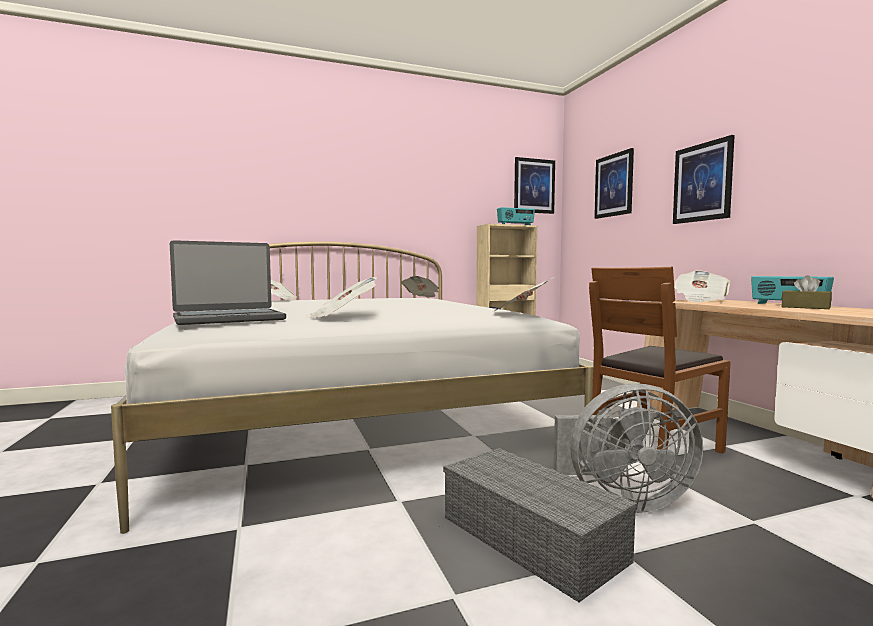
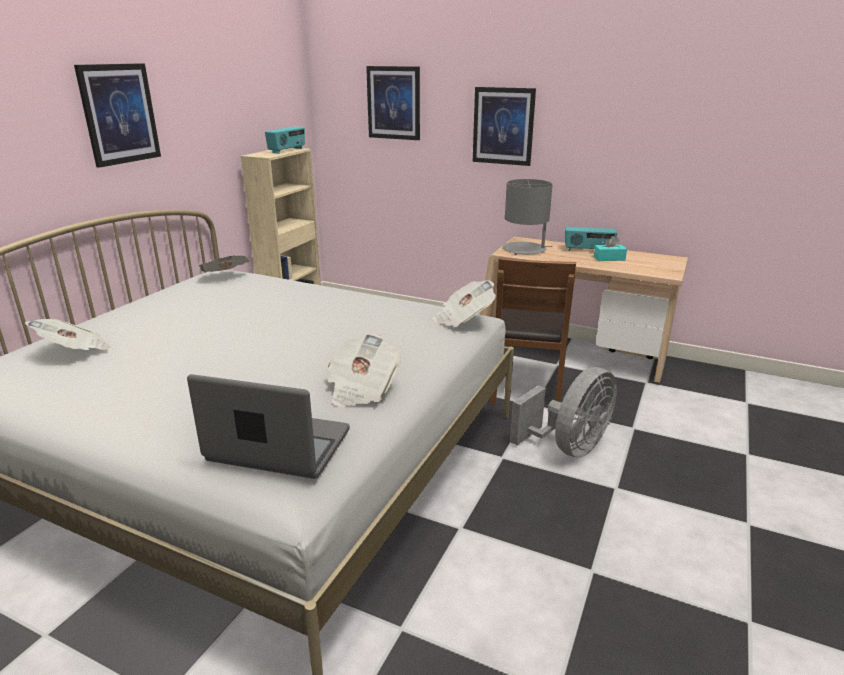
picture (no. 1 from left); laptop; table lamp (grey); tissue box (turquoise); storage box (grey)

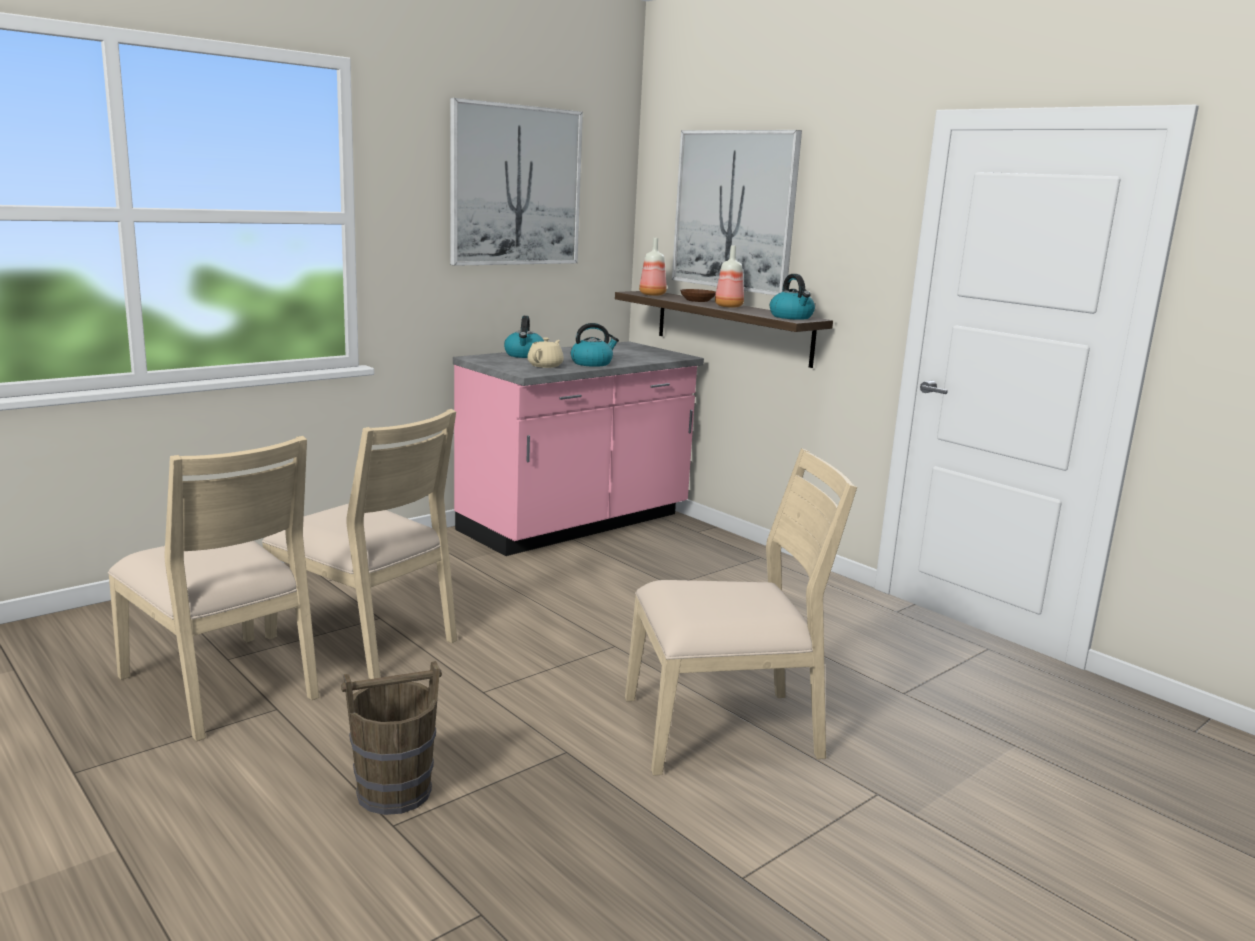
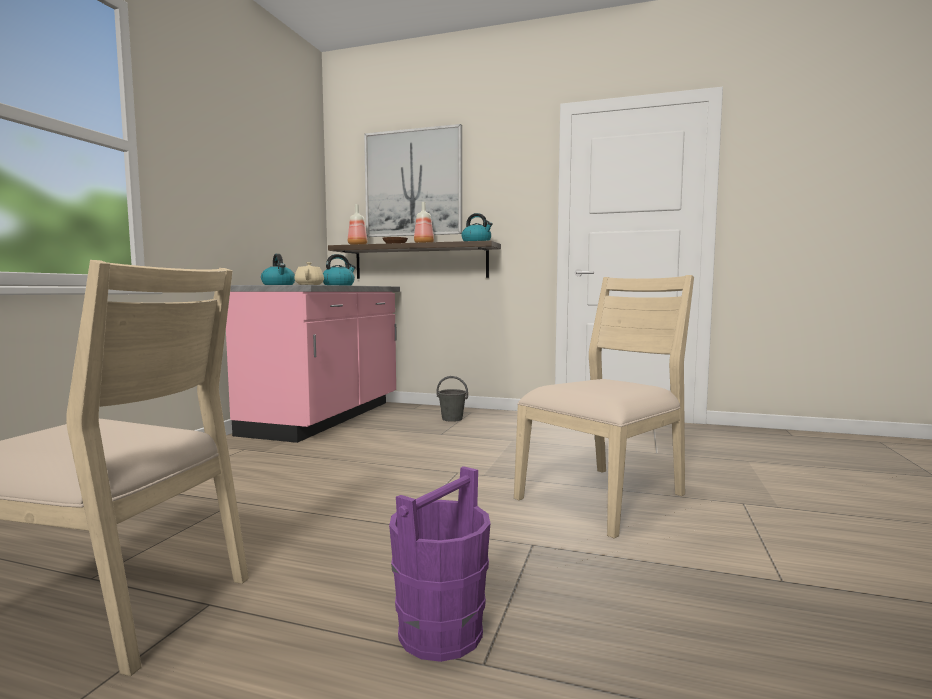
picture (no. 1 from left in the first image); chair (beige) (no. 2 from left in the first image); bucket (purple); bucket (grey)

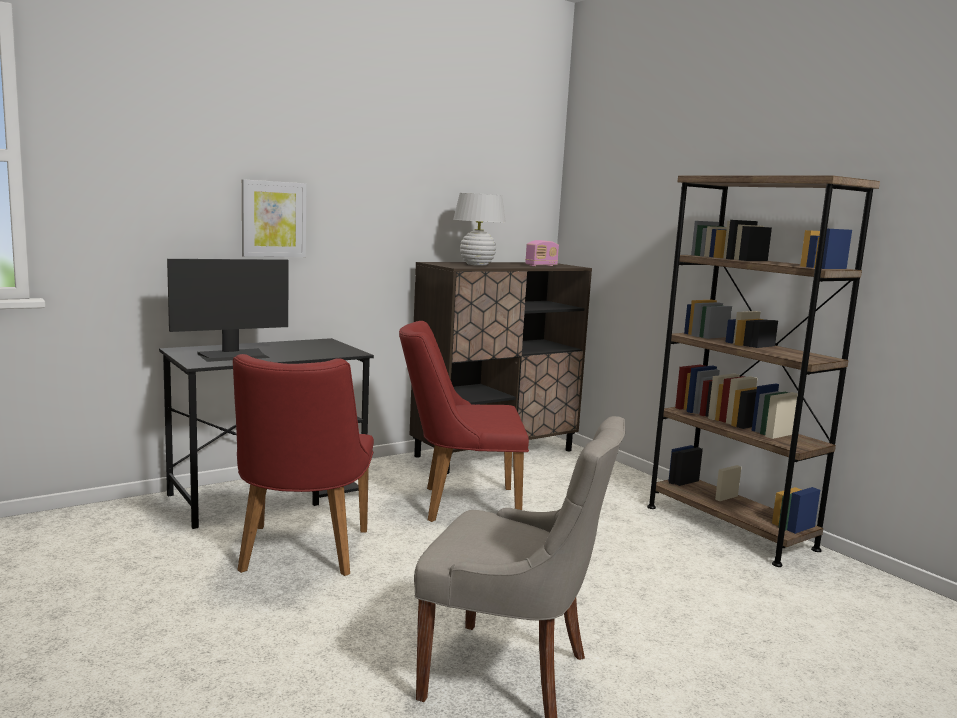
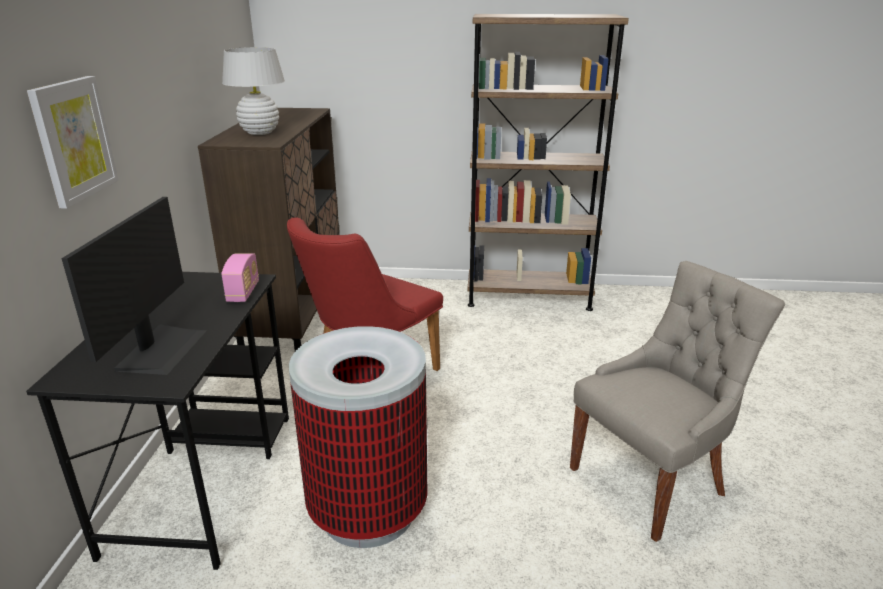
radio; trash can

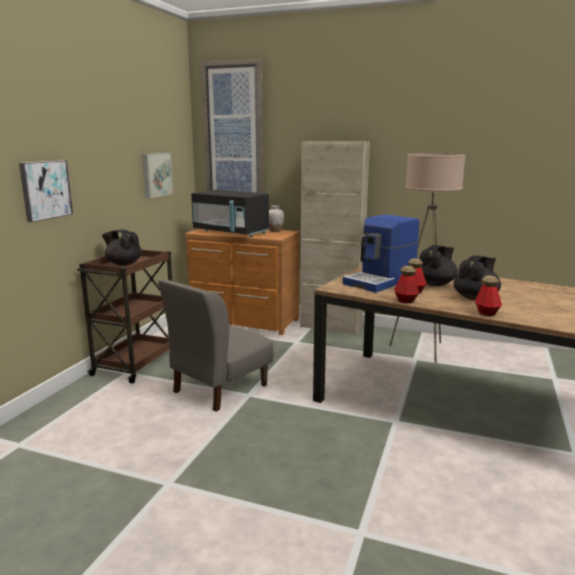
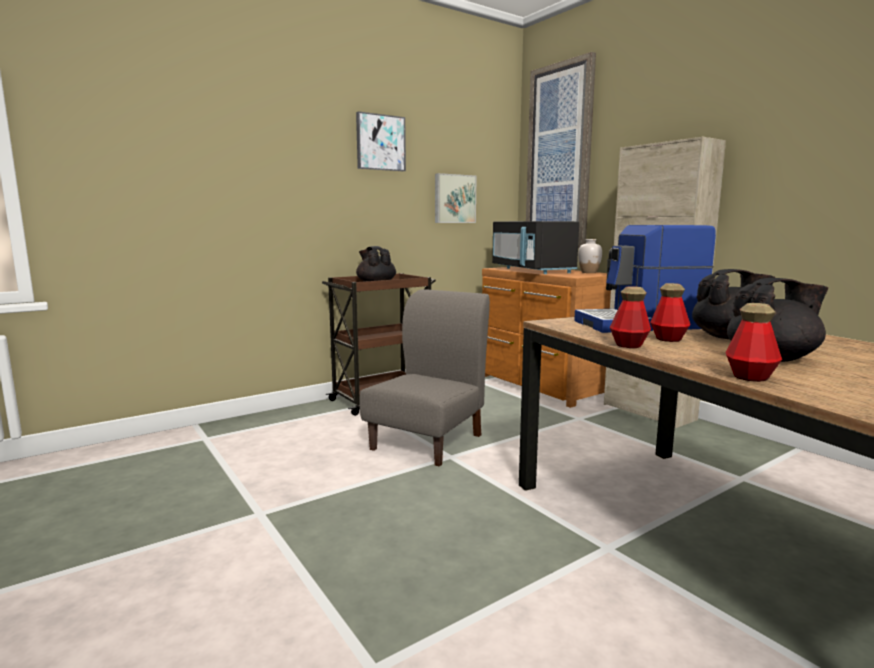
floor lamp (beige); picture (no. 1 from left); chair (grey)

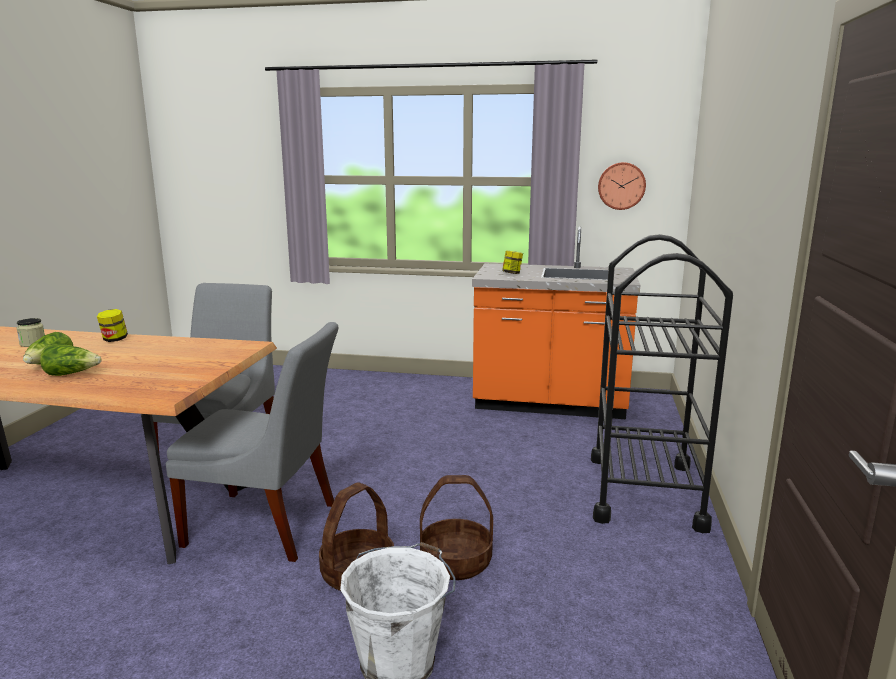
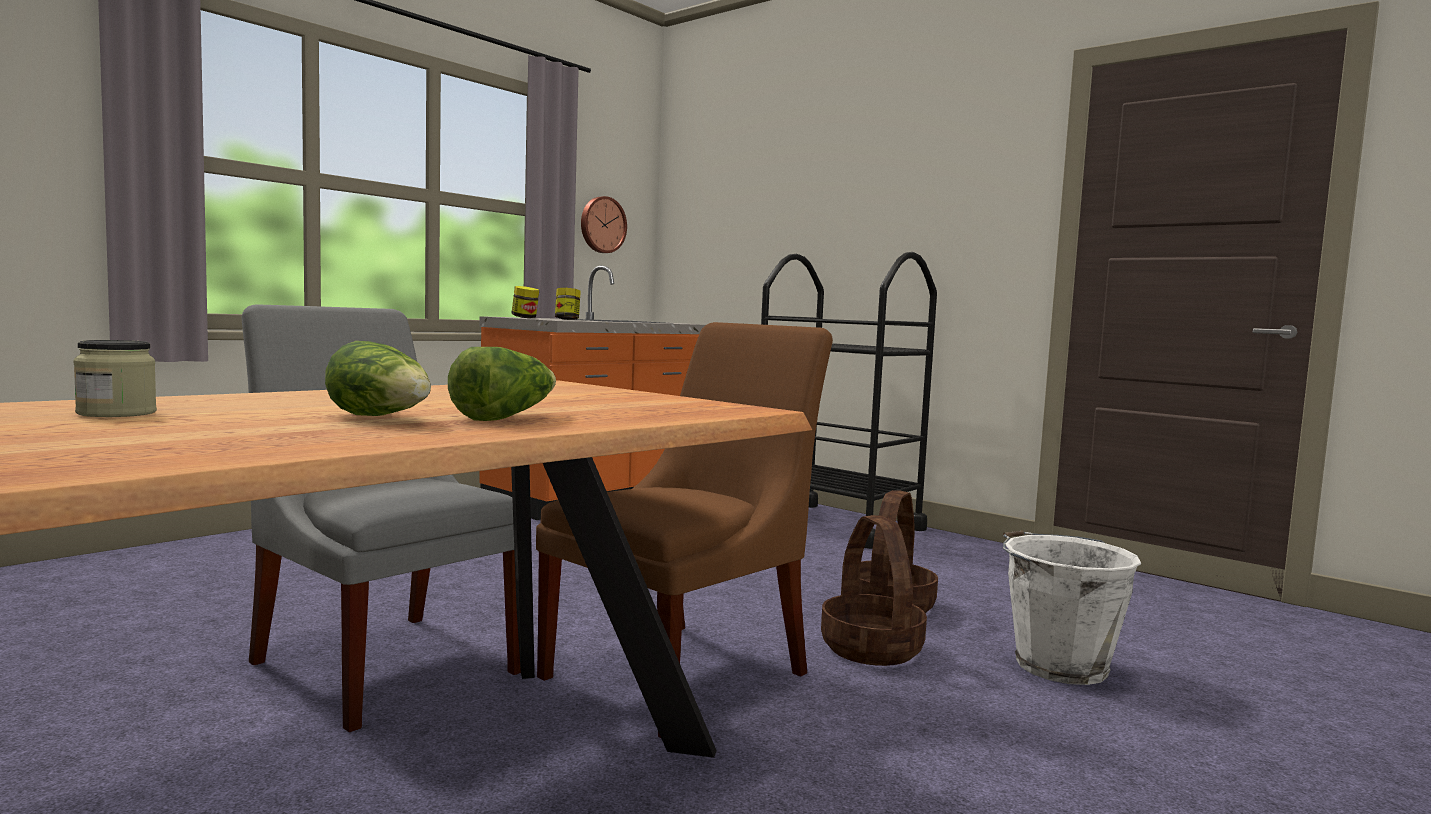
jar (no. 2 from left); chair (brown)

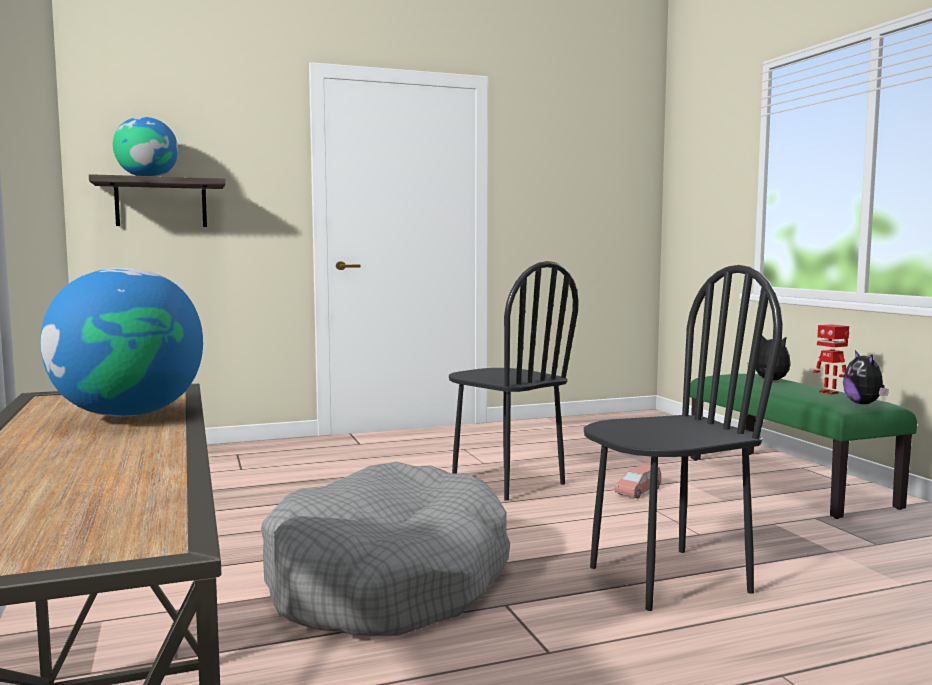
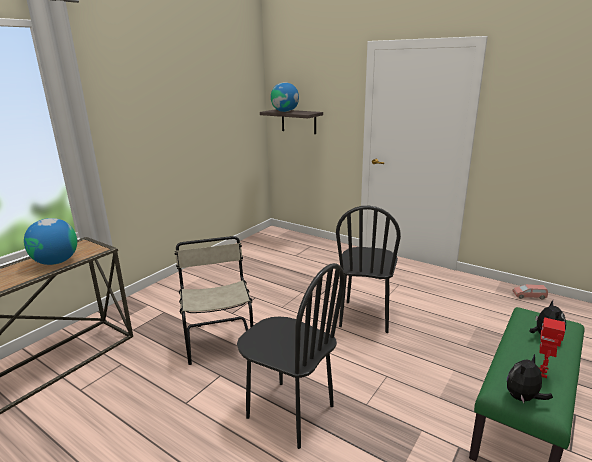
chair (beige); toy car (pink)

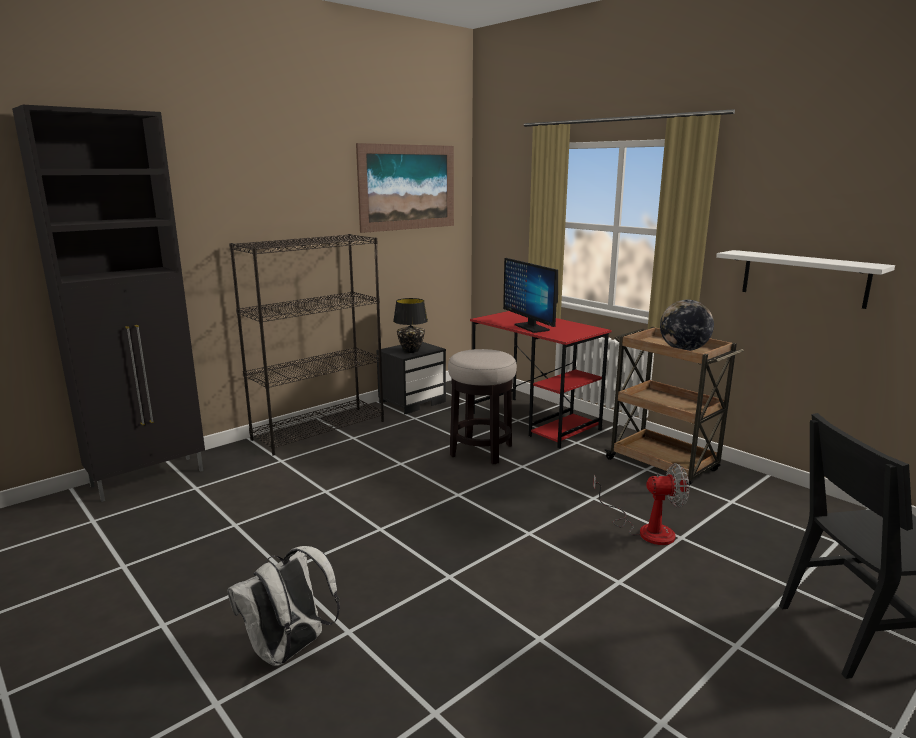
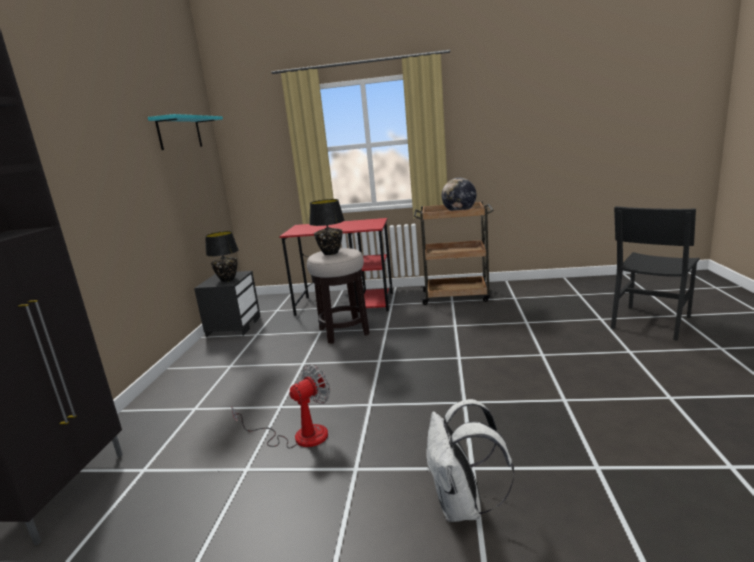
shelf (turquoise); bookcase (black); shelf (white); monitor; fan; table lamp (black) (no. 2 from left)

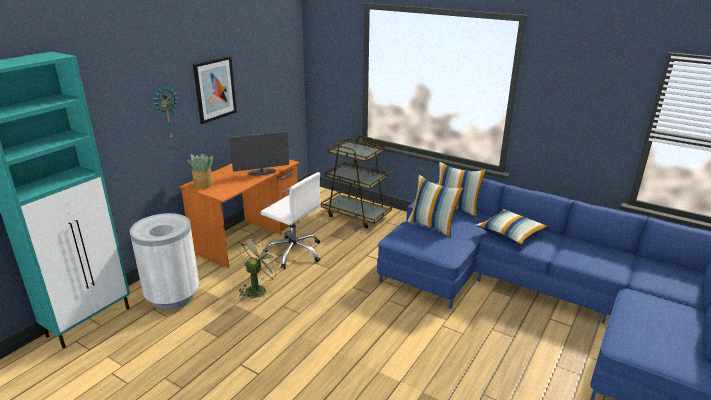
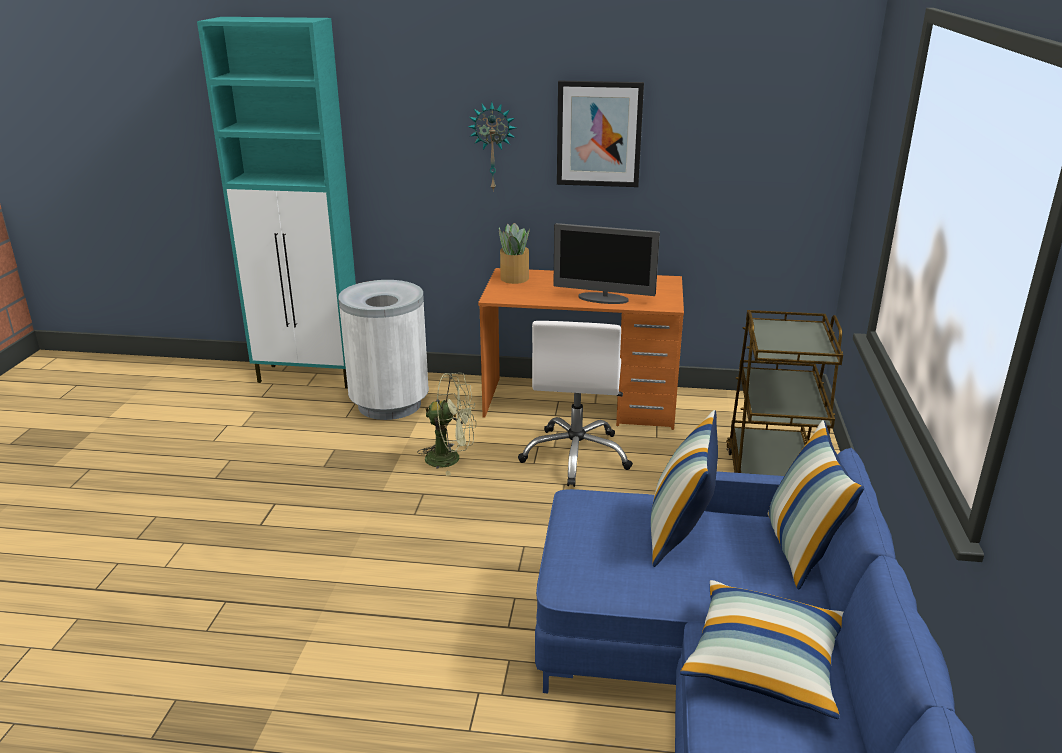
monitor

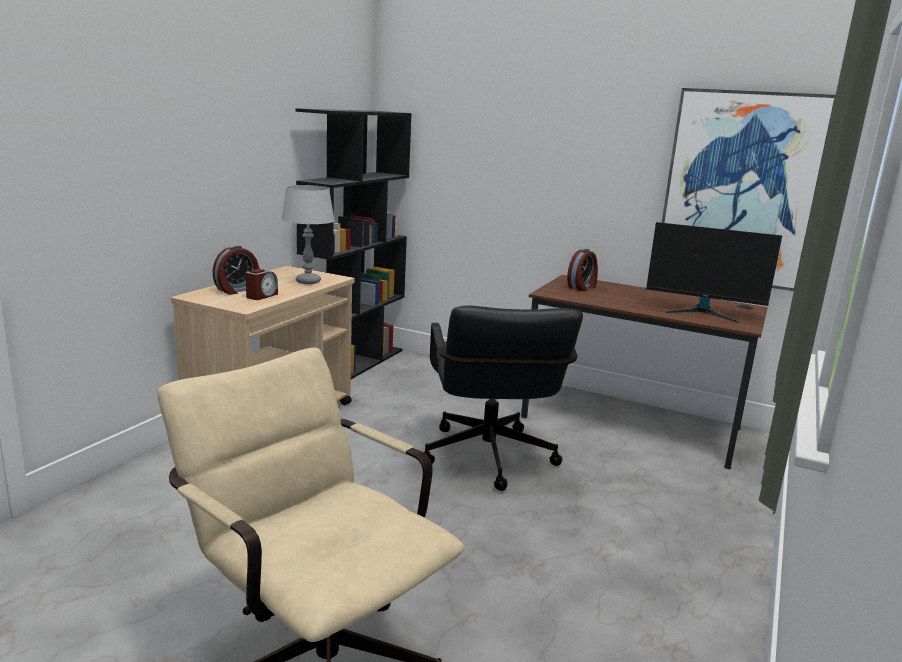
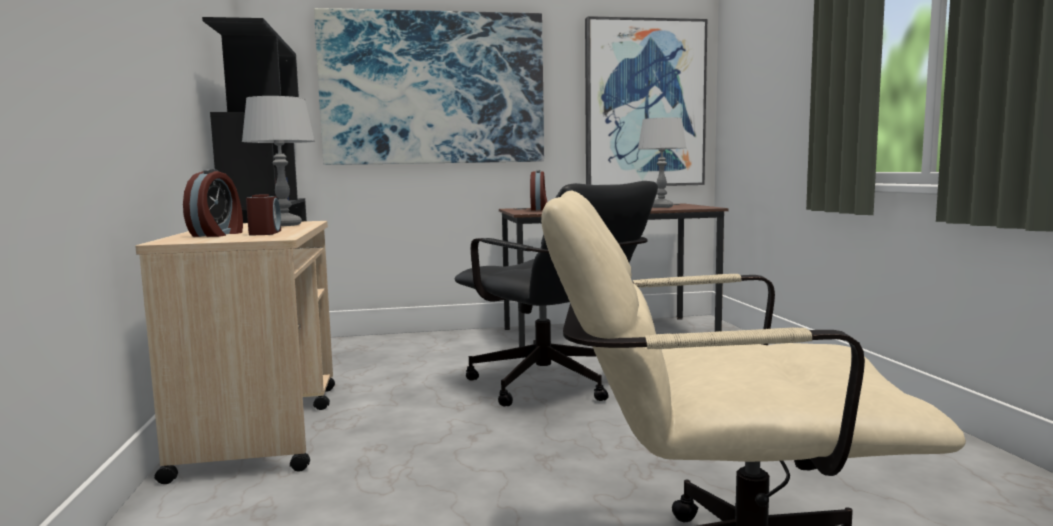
table lamp (grey) (no. 2 from left); picture (no. 1 from left)

